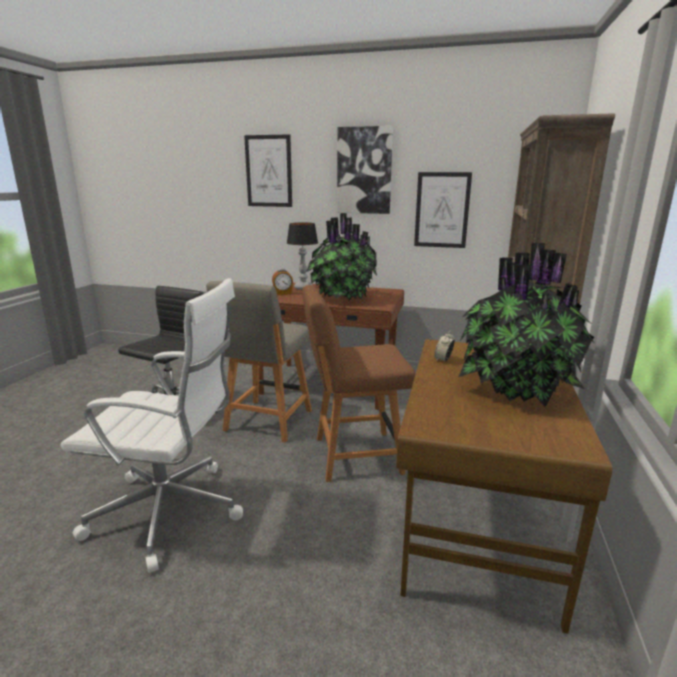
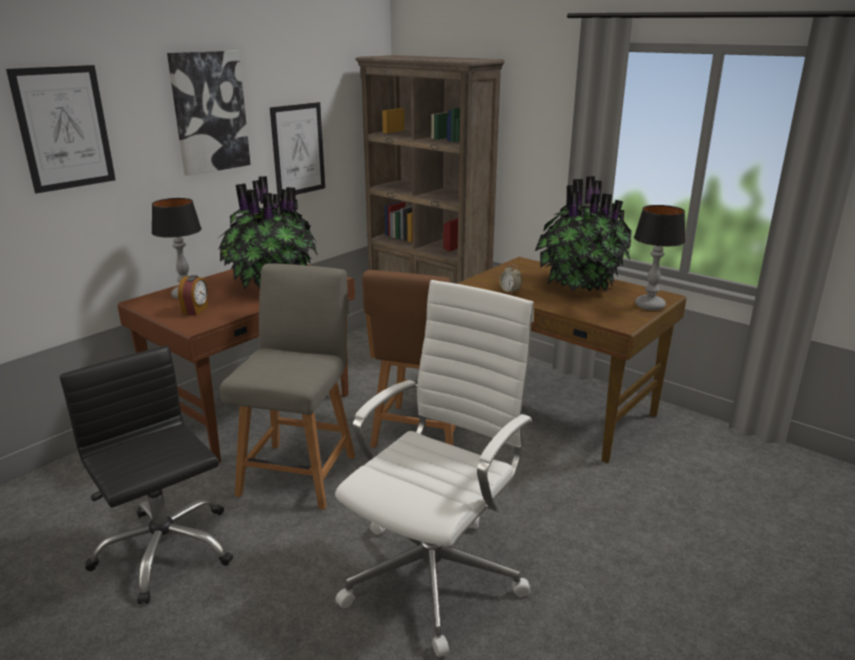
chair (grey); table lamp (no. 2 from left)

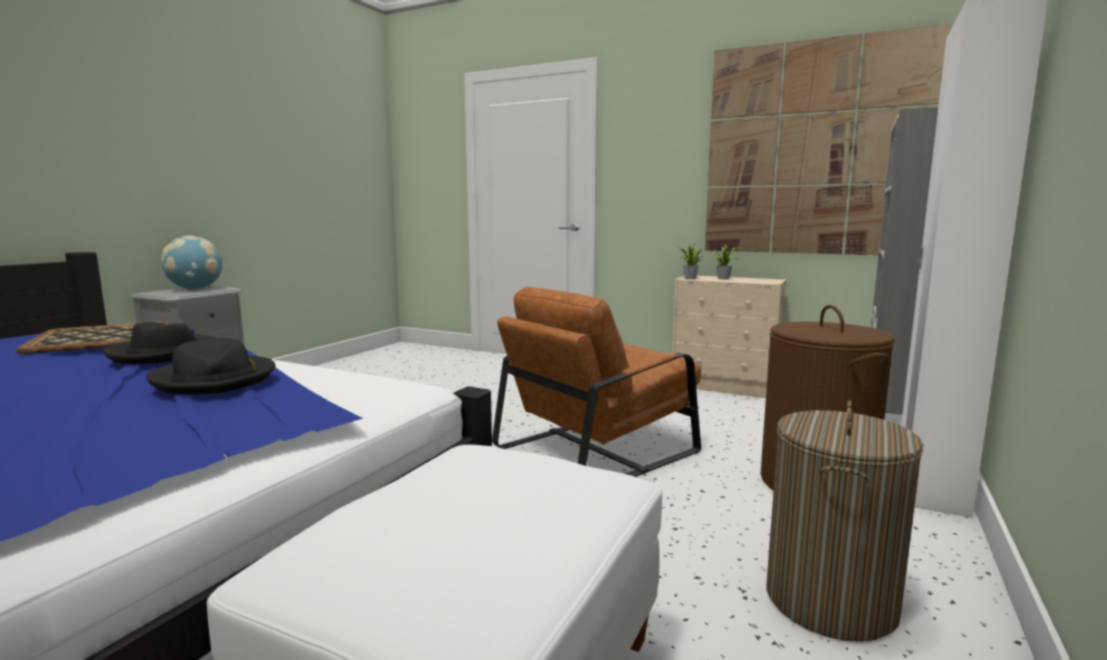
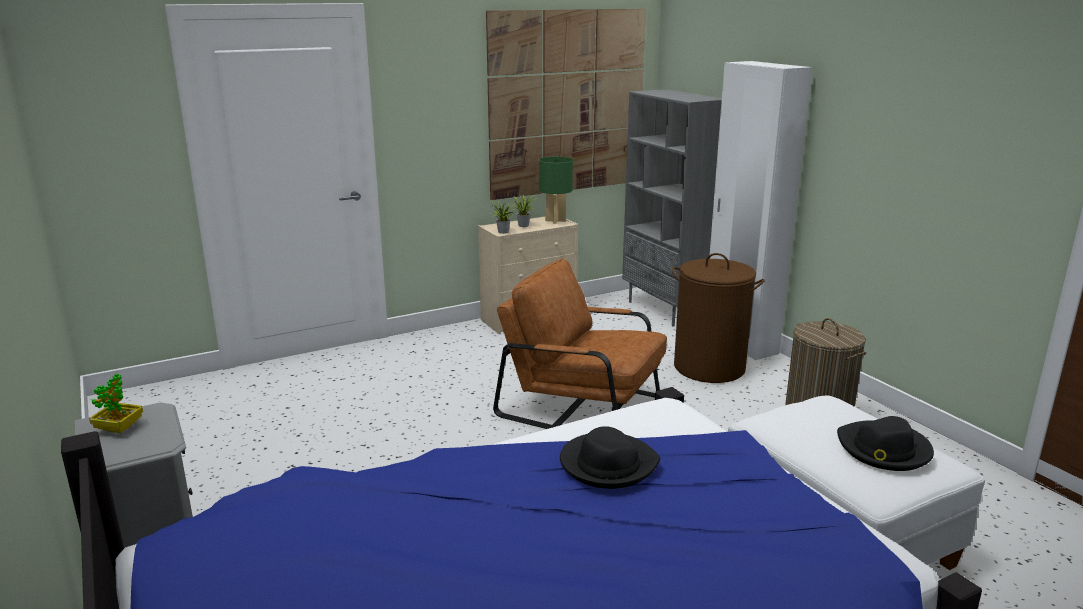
potted plant (no. 1 from left); armchair (brown); tray; hat (black) (no. 2 from left); table lamp (green)

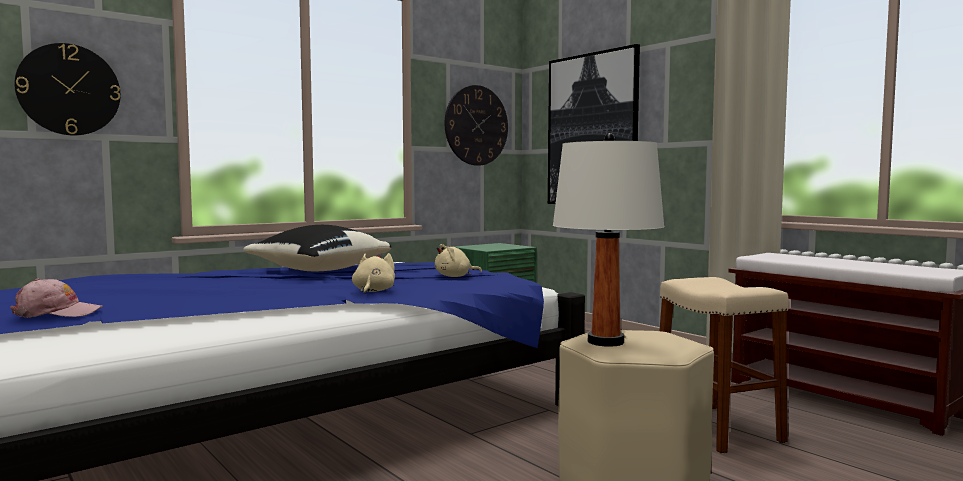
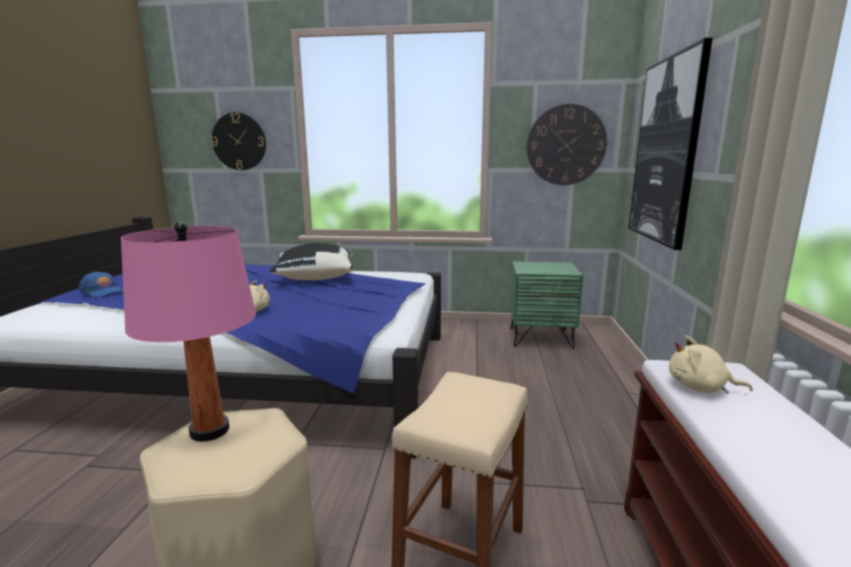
table lamp (pink); plush toy (beige) (no. 2 from left); cap (blue)

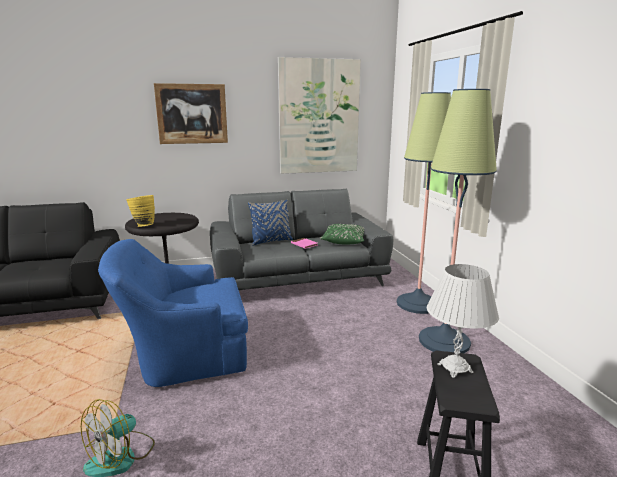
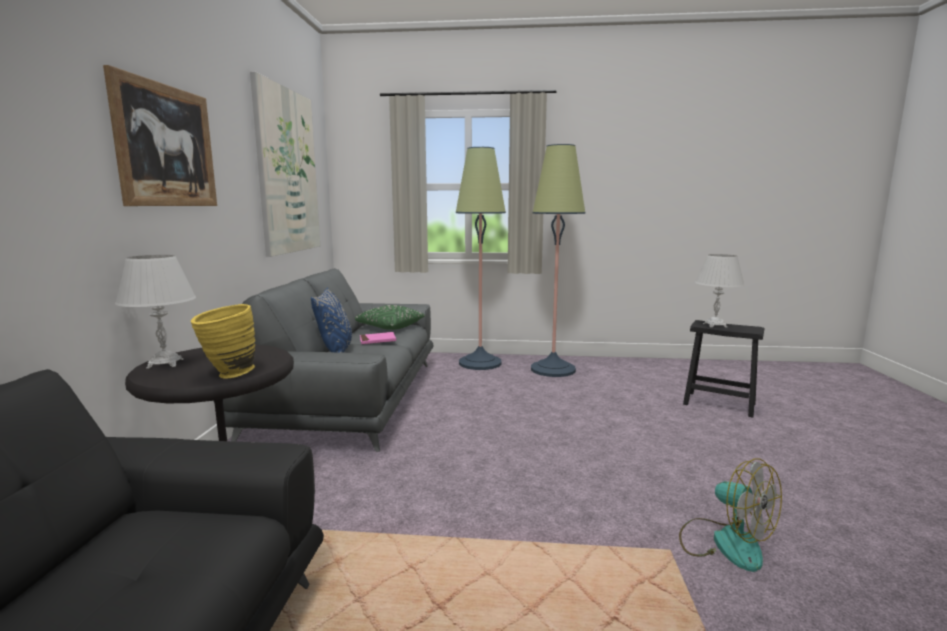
armchair (blue); table lamp (white) (no. 1 from left)

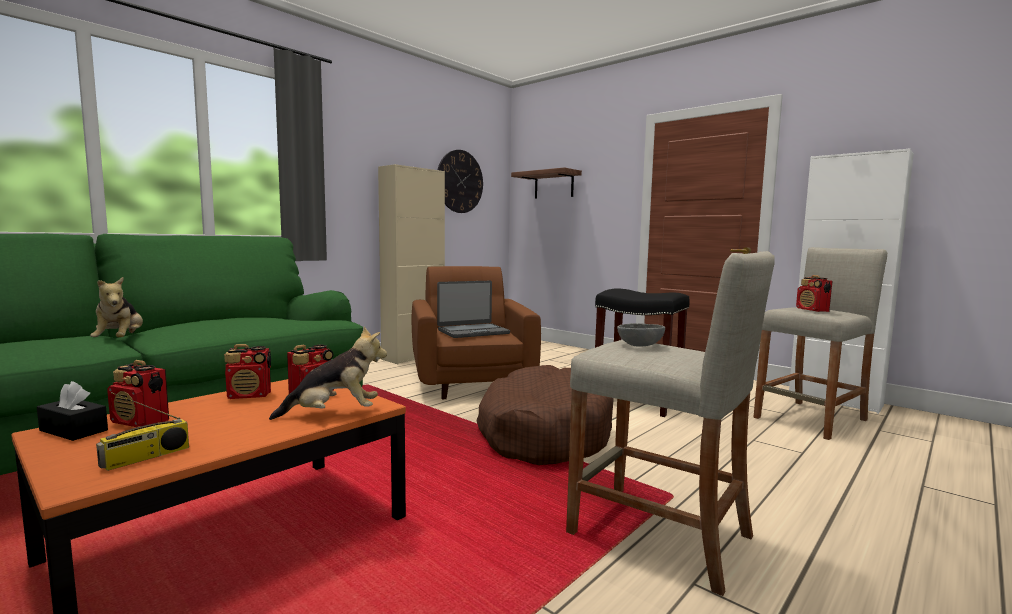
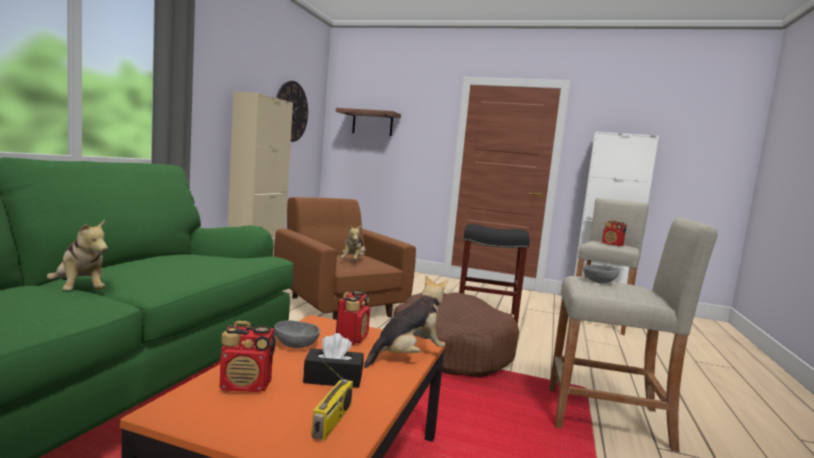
plush toy (no. 2 from left); bowl (grey) (no. 1 from left); tissue box (black)

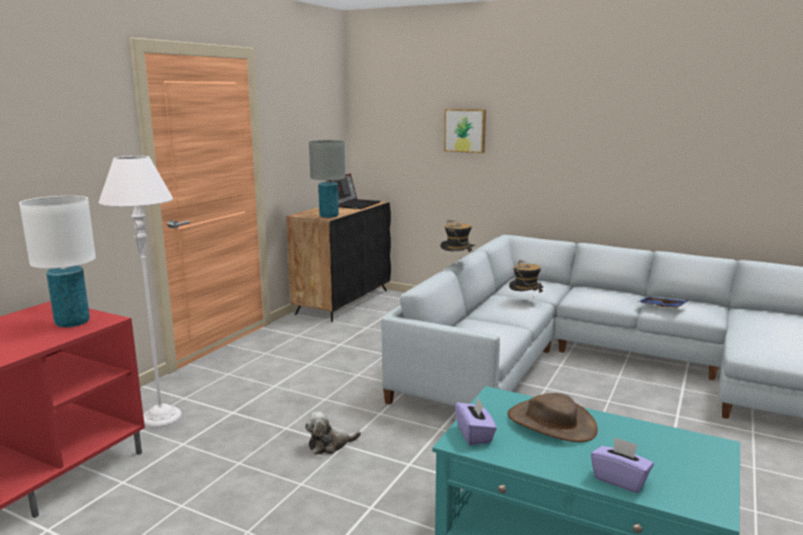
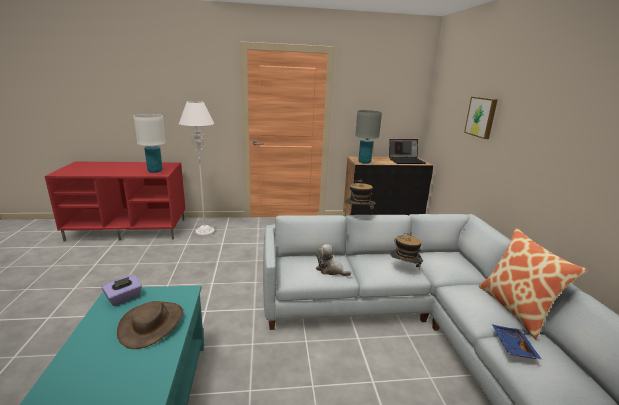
plush toy; tissue box (purple) (no. 2 from left in the first image); pillow

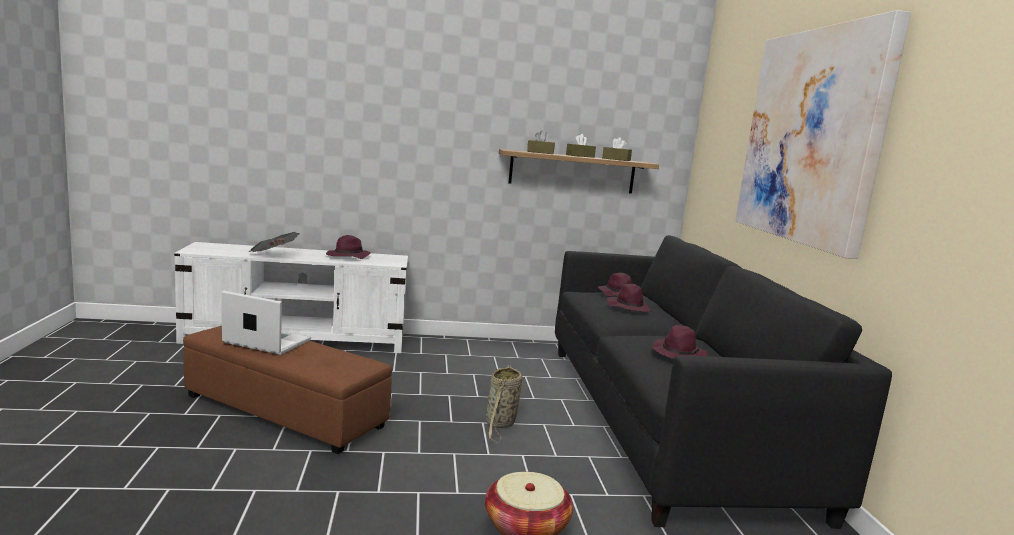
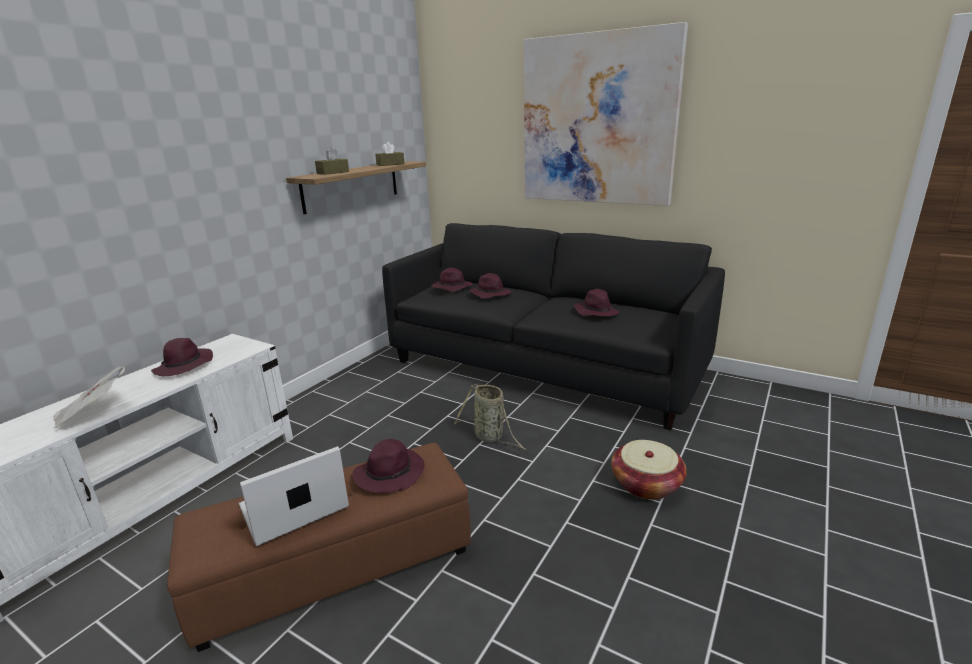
tissue box (brown) (no. 2 from left in the first image); hat (purple) (no. 2 from left)

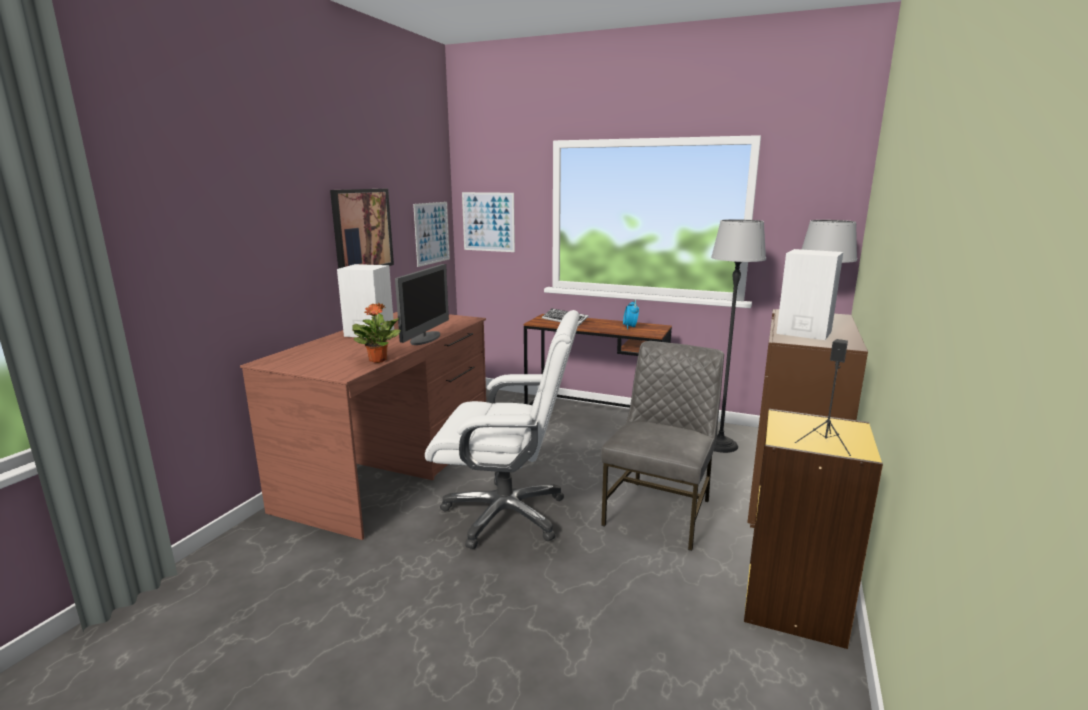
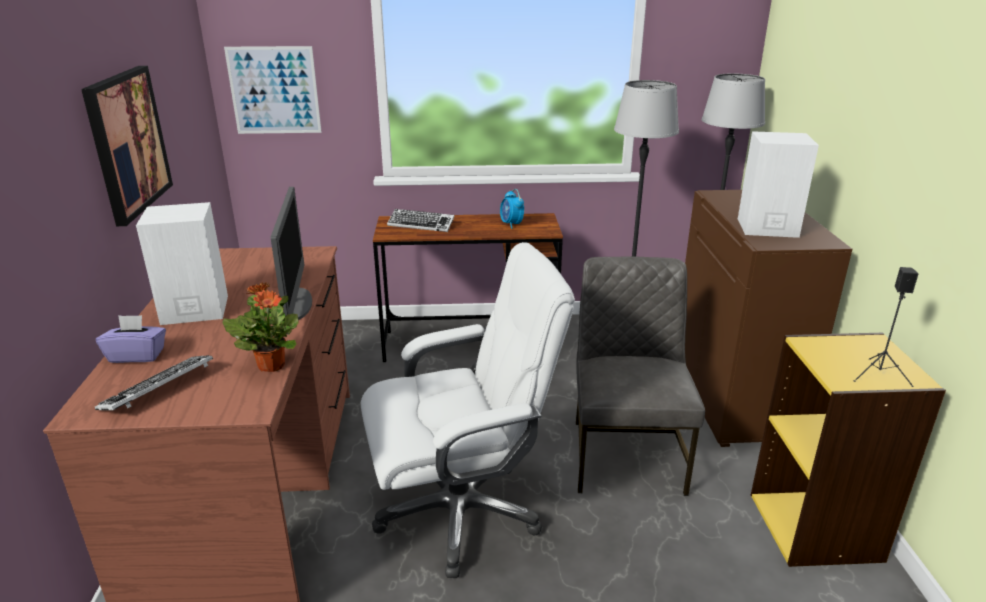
picture (no. 2 from left in the first image); tissue box (purple); keyboard (no. 1 from left)

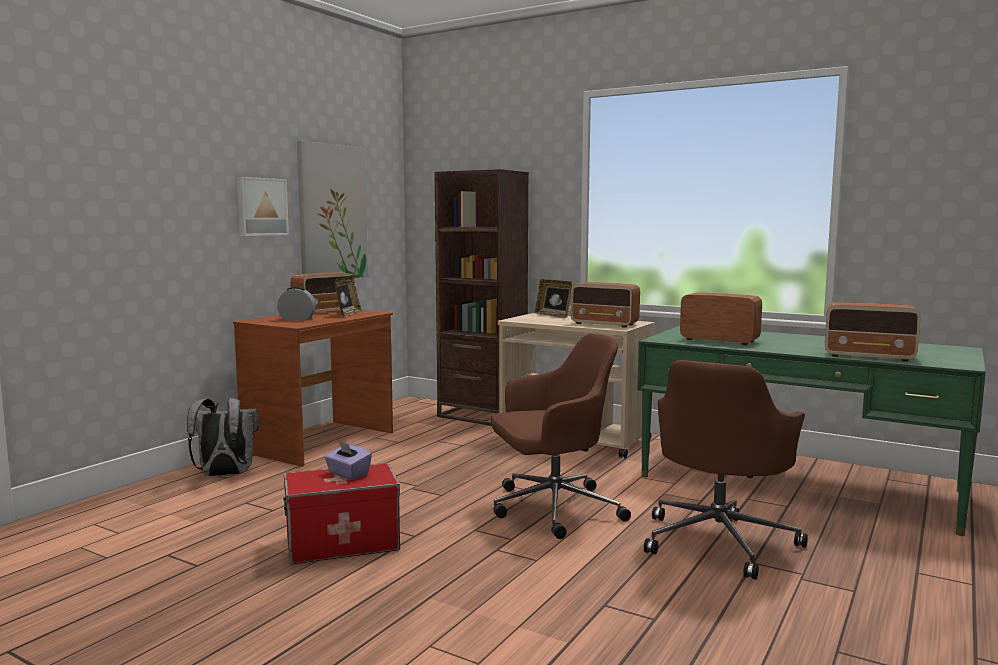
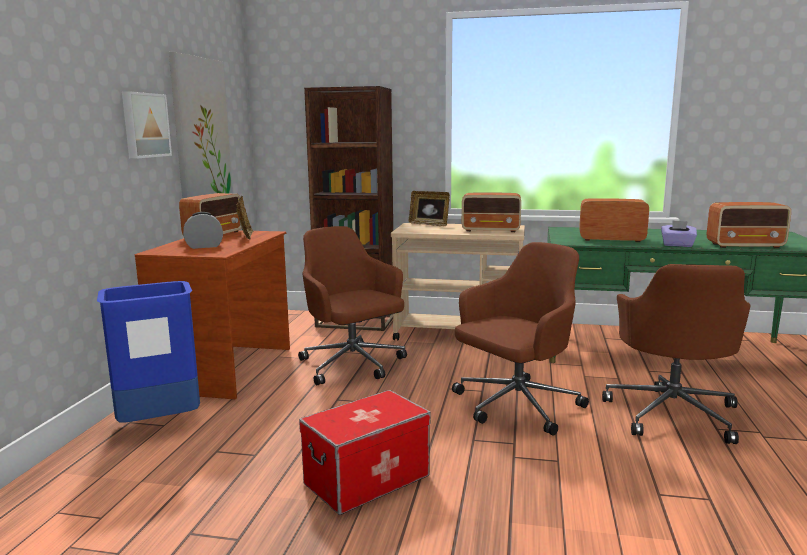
trash can (blue); tissue box (purple); office chair (brown) (no. 1 from left)

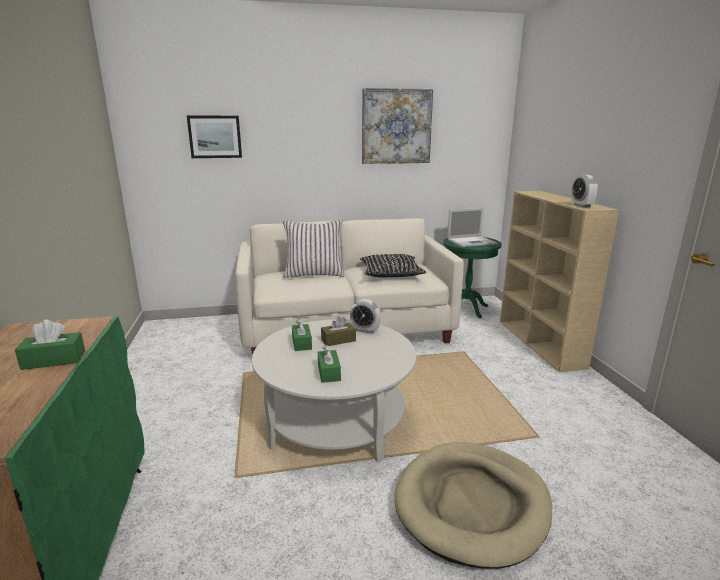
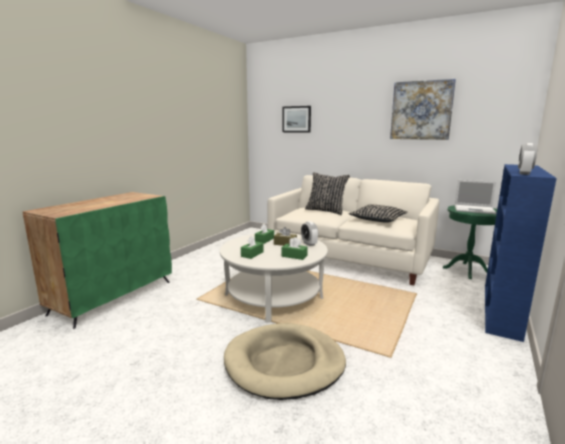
bookcase (blue); pillow (black) (no. 1 from left); tissue box (green) (no. 3 from left)

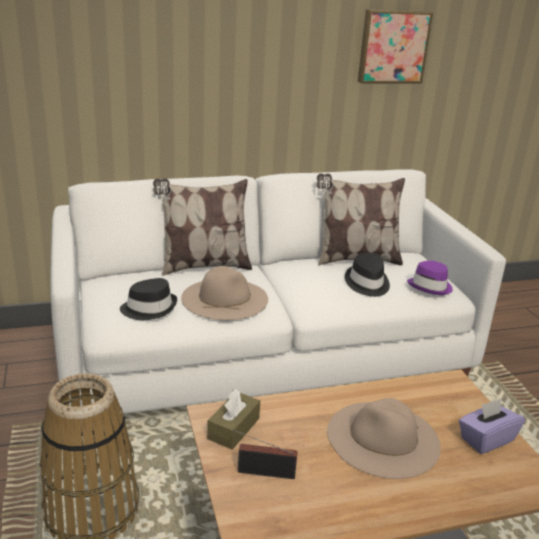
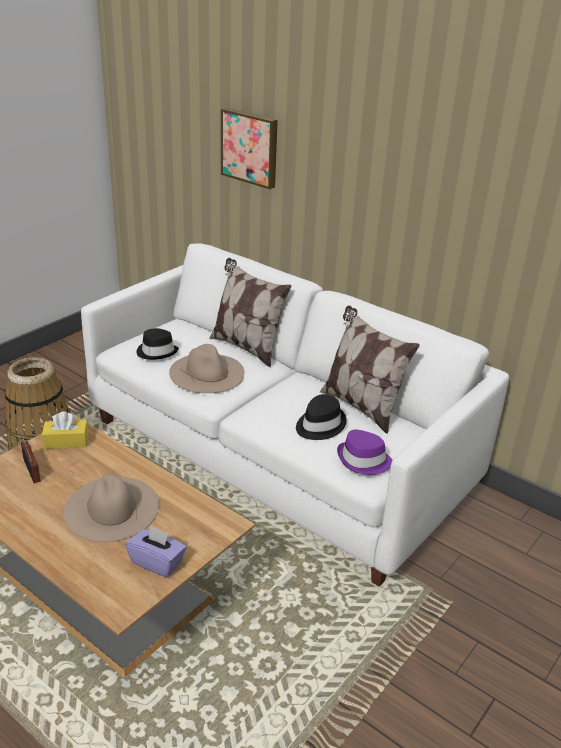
picture; tissue box (yellow)

